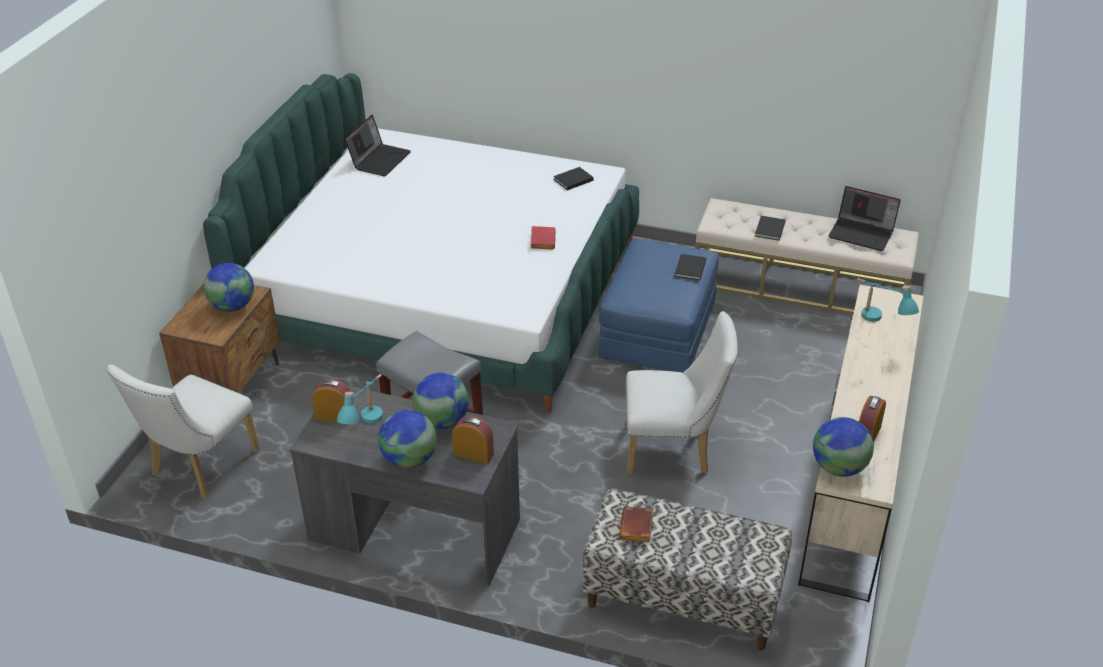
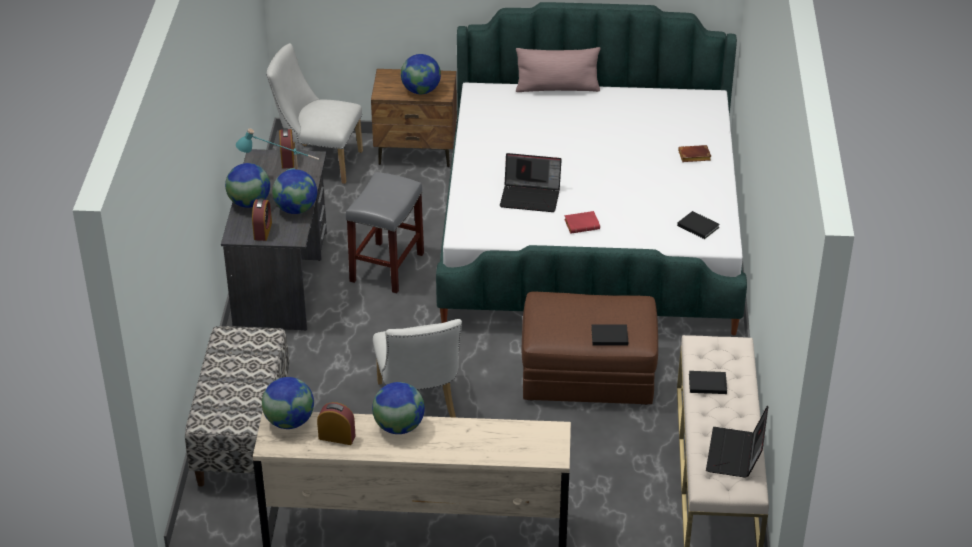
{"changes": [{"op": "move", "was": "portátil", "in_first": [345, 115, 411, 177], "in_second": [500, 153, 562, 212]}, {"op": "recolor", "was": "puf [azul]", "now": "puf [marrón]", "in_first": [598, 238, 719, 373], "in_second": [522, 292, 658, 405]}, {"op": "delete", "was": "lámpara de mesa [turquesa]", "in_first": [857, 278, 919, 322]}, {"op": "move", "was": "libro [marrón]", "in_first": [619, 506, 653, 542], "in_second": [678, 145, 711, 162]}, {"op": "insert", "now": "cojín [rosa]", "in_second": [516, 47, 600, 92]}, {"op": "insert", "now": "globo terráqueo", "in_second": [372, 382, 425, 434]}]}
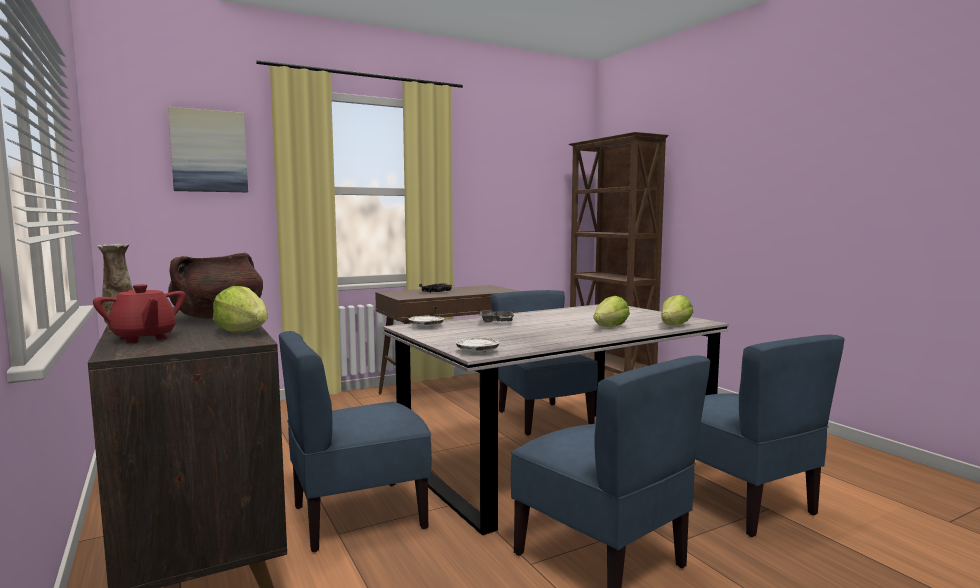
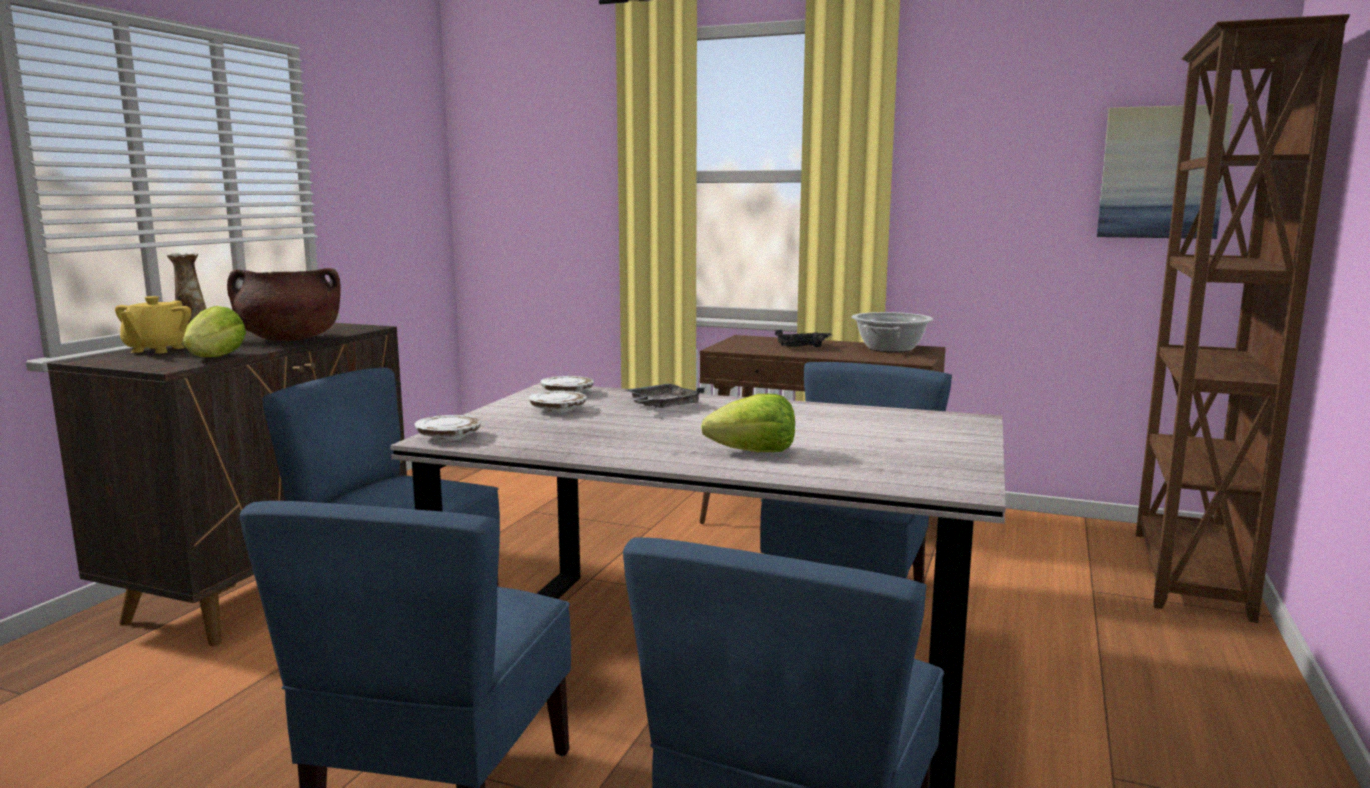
{"changes": [{"op": "move", "was": "cuadro", "in_first": [168, 107, 248, 192], "in_second": [1097, 104, 1233, 239]}, {"op": "recolor", "was": "tetera [rojo]", "now": "tetera [amarillo]", "in_first": [93, 284, 186, 344], "in_second": [115, 296, 191, 353]}, {"op": "delete", "was": "lechuga", "in_first": [661, 295, 693, 326]}, {"op": "insert", "now": "olla", "in_second": [851, 312, 933, 352]}, {"op": "insert", "now": "plato [blanco]", "in_second": [529, 391, 587, 413]}]}
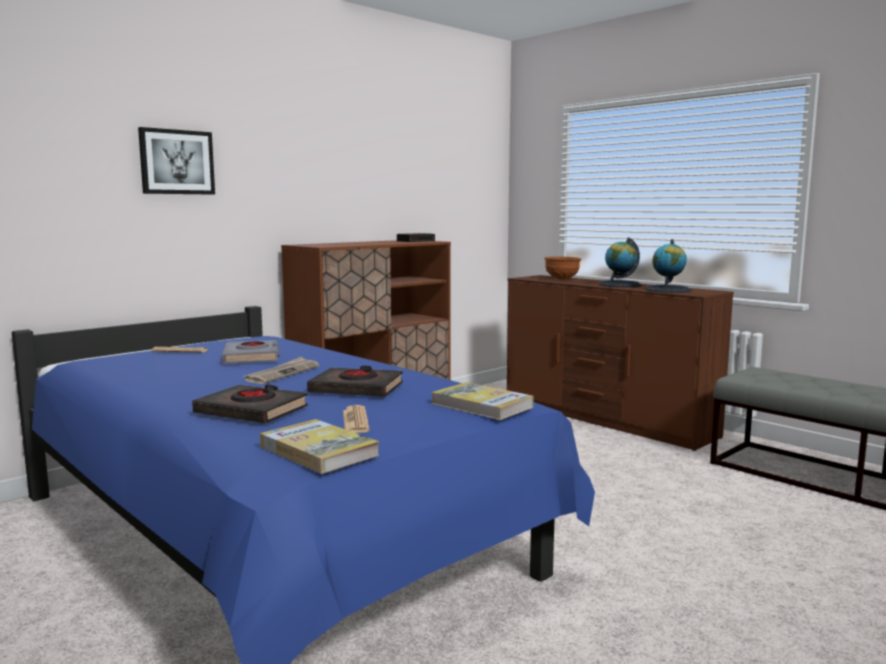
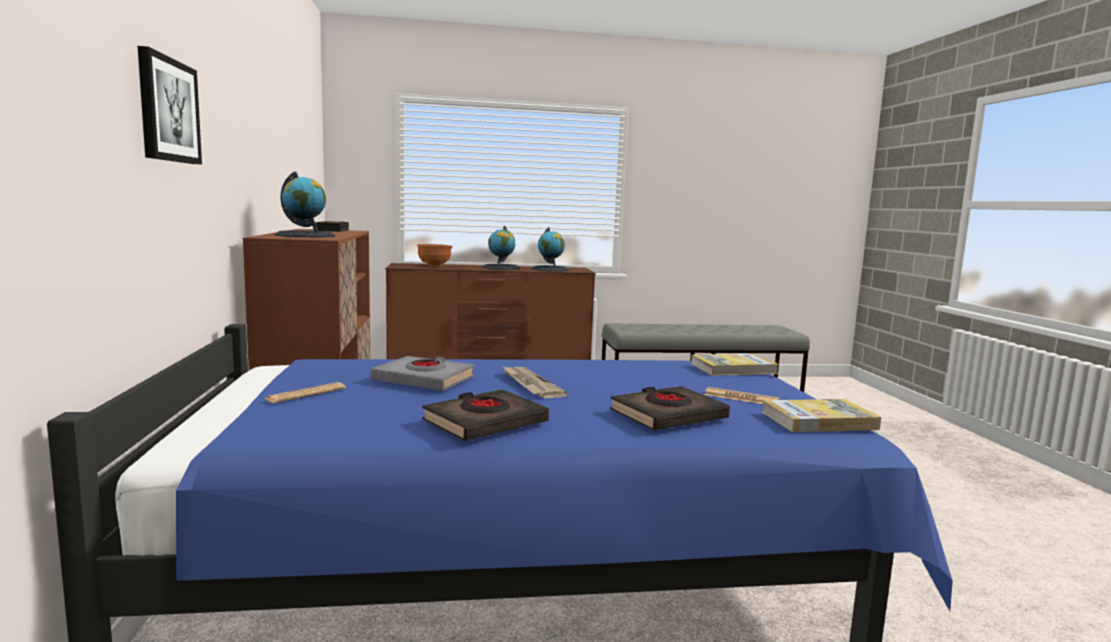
{"changes": [{"op": "move", "was": "libro [negro]", "in_first": [307, 366, 403, 397], "in_second": [422, 389, 549, 441]}, {"op": "insert", "now": "globo terráqueo", "in_second": [274, 171, 335, 238]}]}
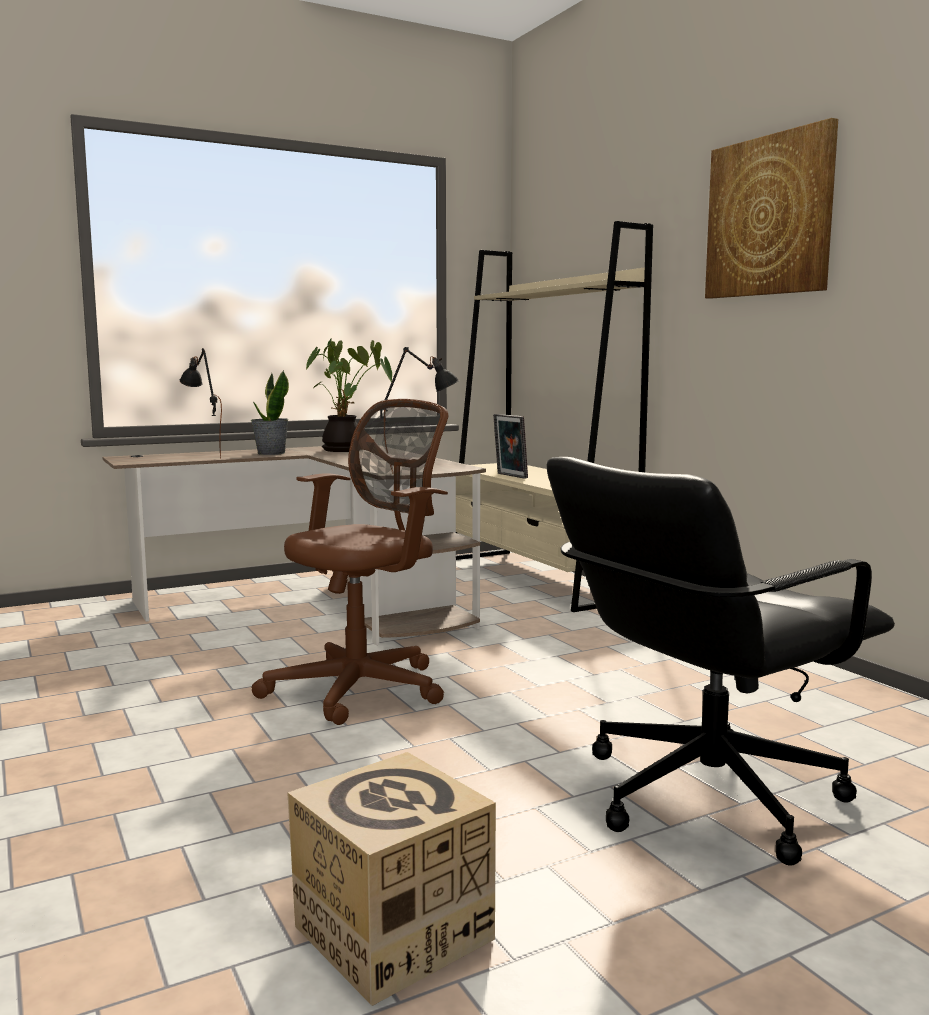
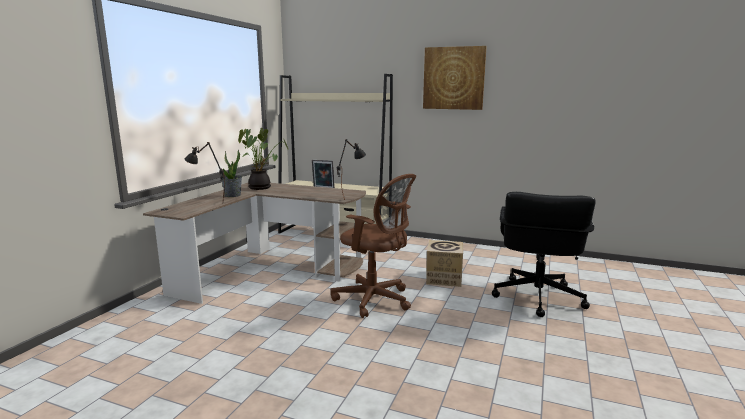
{"changes": [{"op": "rotate", "was": "silla de oficina [marrón]", "in_first": [251, 399, 448, 725], "in_second": [331, 174, 416, 318], "clockwise": 120}, {"op": "move", "was": "caja de cartón", "in_first": [287, 752, 496, 1006], "in_second": [426, 240, 463, 287]}]}
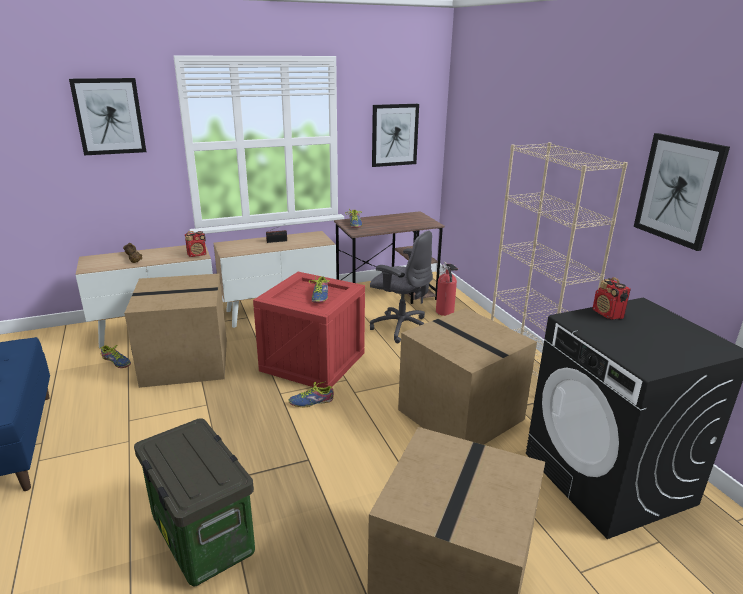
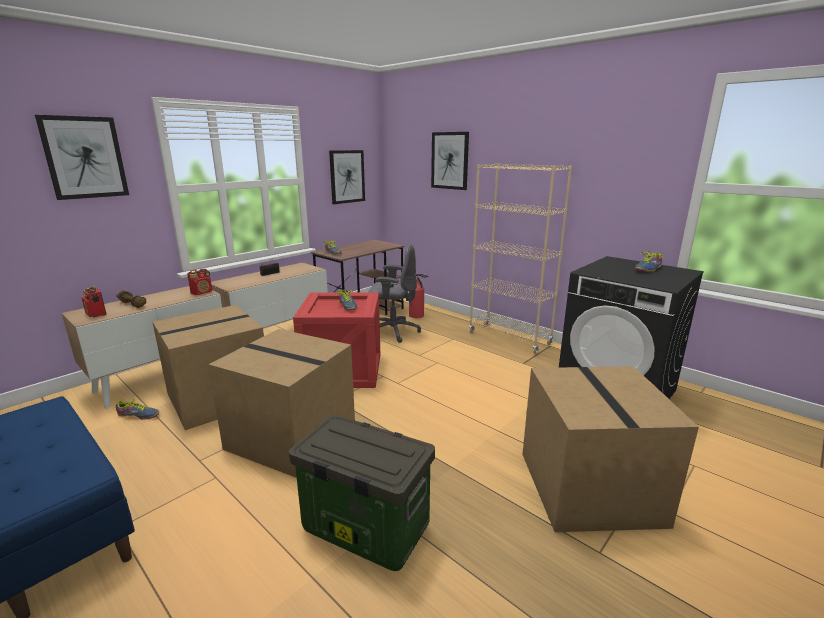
{"changes": [{"op": "move", "was": "cuadro", "in_first": [634, 133, 730, 251], "in_second": [431, 132, 469, 190]}, {"op": "move", "was": "radio", "in_first": [593, 277, 631, 320], "in_second": [82, 286, 107, 317]}, {"op": "move", "was": "caja de cartón", "in_first": [398, 308, 537, 445], "in_second": [208, 329, 355, 478]}, {"op": "move", "was": "zapato", "in_first": [288, 381, 334, 407], "in_second": [635, 250, 664, 272]}]}
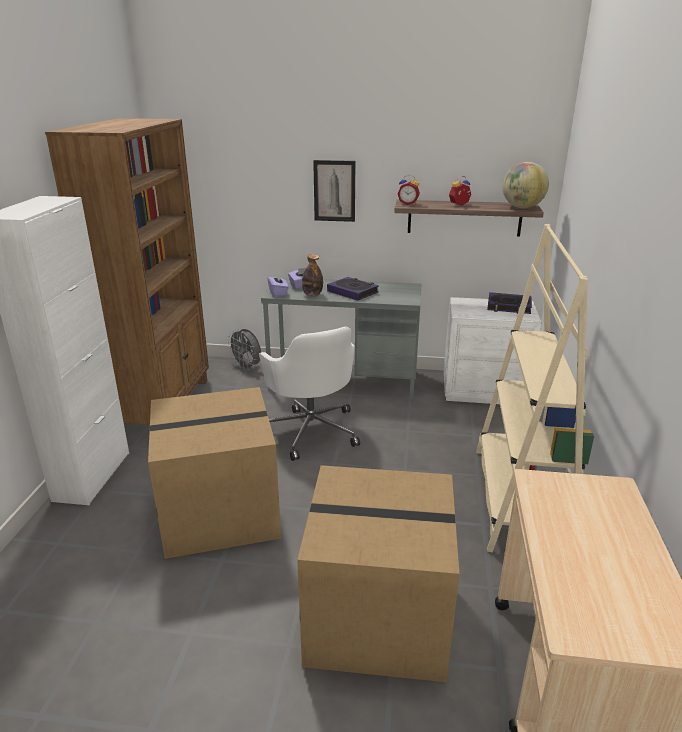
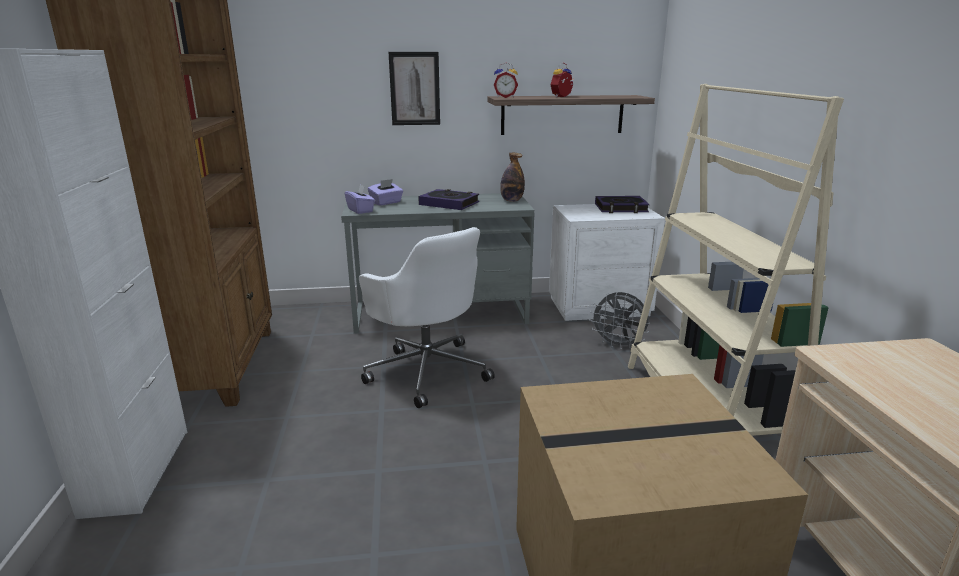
{"changes": [{"op": "delete", "was": "globo terráqueo", "in_first": [502, 162, 549, 208]}, {"op": "move", "was": "botella", "in_first": [302, 254, 323, 296], "in_second": [500, 153, 525, 202]}, {"op": "move", "was": "ventilador [gris]", "in_first": [228, 329, 261, 368], "in_second": [589, 292, 650, 350]}, {"op": "delete", "was": "caja de cartón", "in_first": [148, 387, 281, 559]}]}
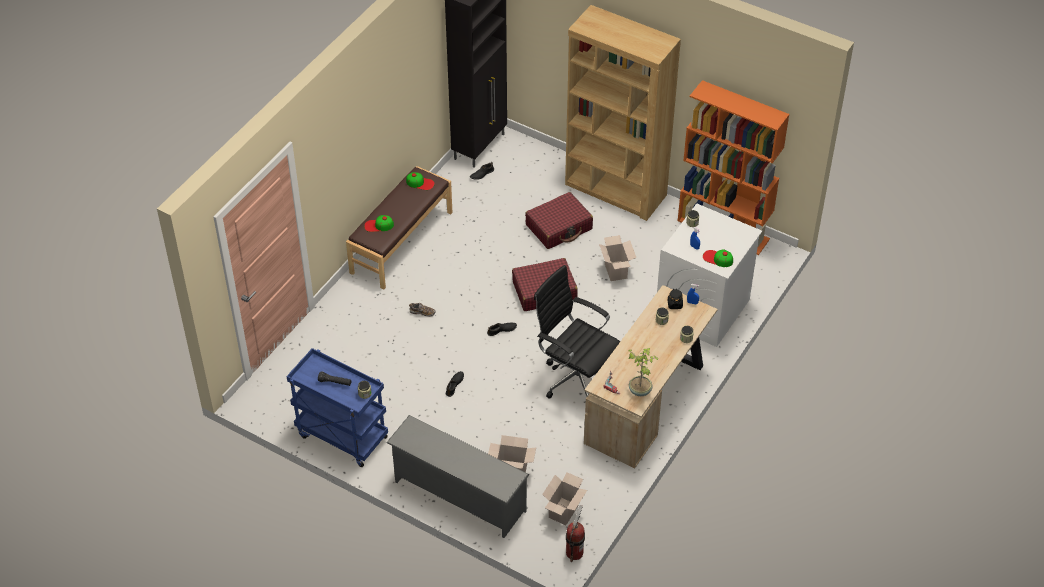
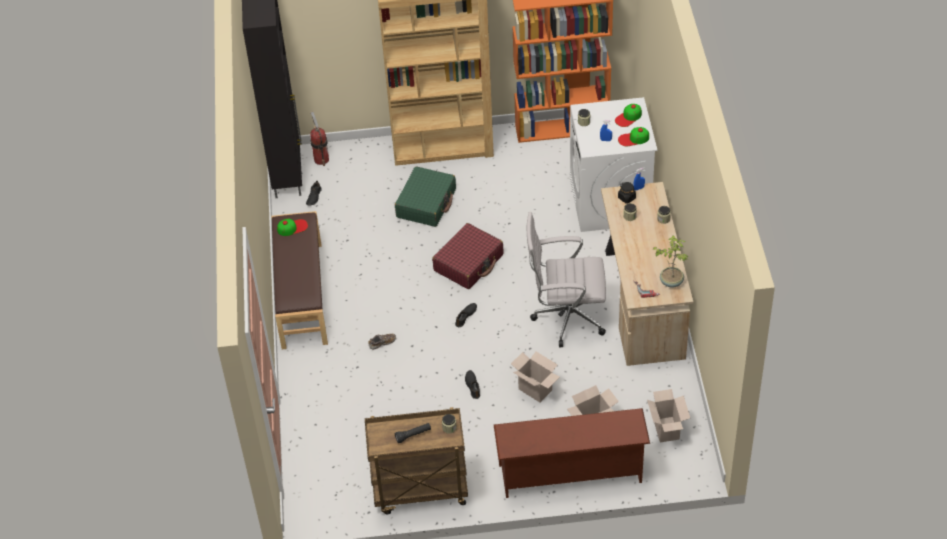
{"changes": [{"op": "recolor", "was": "maleta [rojo]", "now": "maleta [verde]", "in_first": [525, 192, 593, 249], "in_second": [395, 166, 456, 227]}, {"op": "move", "was": "gorra", "in_first": [364, 215, 394, 232], "in_second": [615, 104, 642, 127]}, {"op": "move", "was": "caja de cartón", "in_first": [599, 235, 636, 281], "in_second": [511, 352, 560, 402]}, {"op": "recolor", "was": "silla de oficina [negro]", "now": "silla de oficina [blanco]", "in_first": [534, 265, 620, 399], "in_second": [527, 212, 606, 347]}, {"op": "recolor", "was": "carrito [azul]", "now": "carrito [marrón]", "in_first": [286, 348, 388, 467], "in_second": [365, 407, 468, 514]}, {"op": "recolor", "was": "zapatero [gris]", "now": "zapatero [marrón]", "in_first": [386, 415, 529, 538], "in_second": [494, 408, 650, 498]}, {"op": "move", "was": "extintor", "in_first": [566, 505, 585, 562], "in_second": [310, 112, 329, 166]}]}
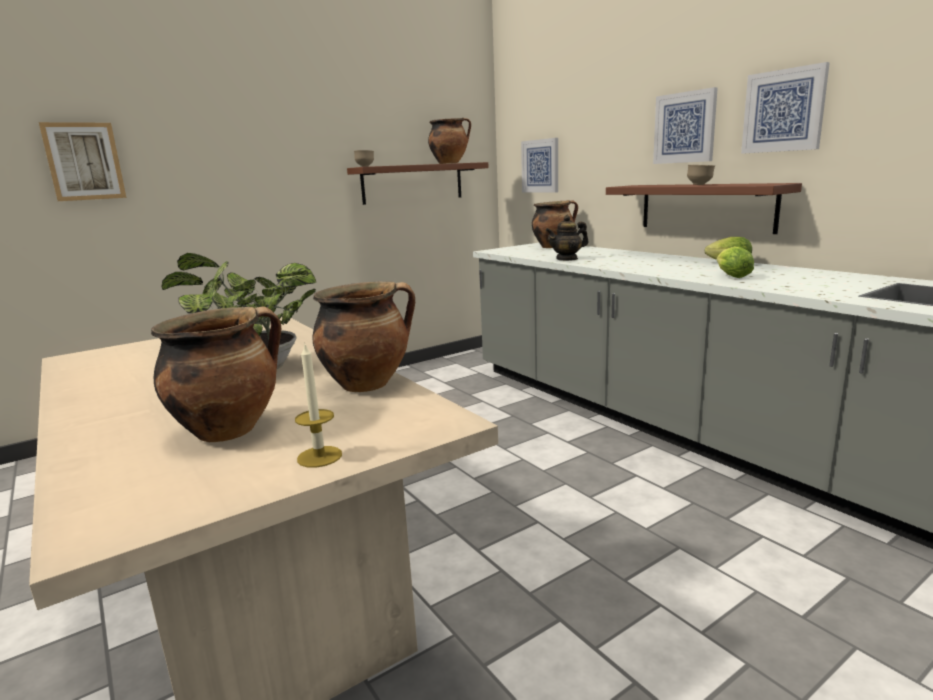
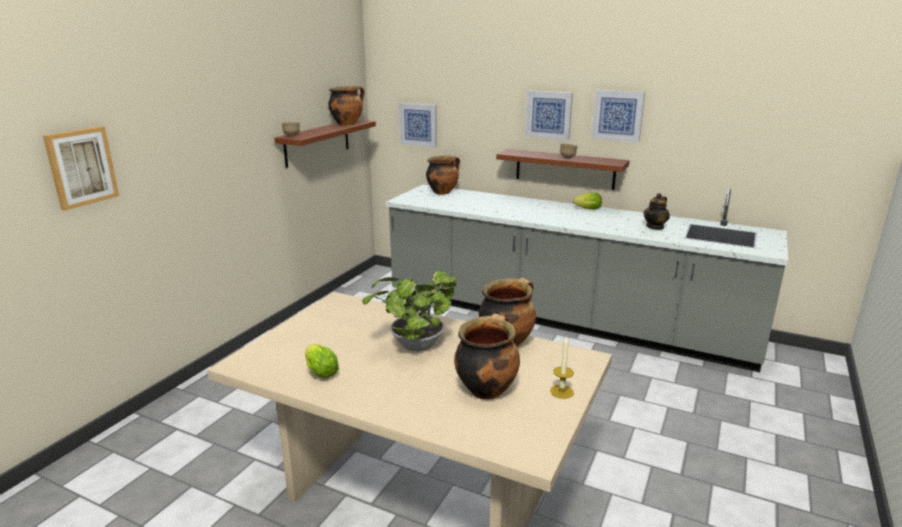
{"changes": [{"op": "move", "was": "tetera", "in_first": [545, 215, 588, 261], "in_second": [643, 193, 670, 230]}, {"op": "move", "was": "lechuga", "in_first": [717, 246, 754, 278], "in_second": [305, 344, 339, 378]}]}
